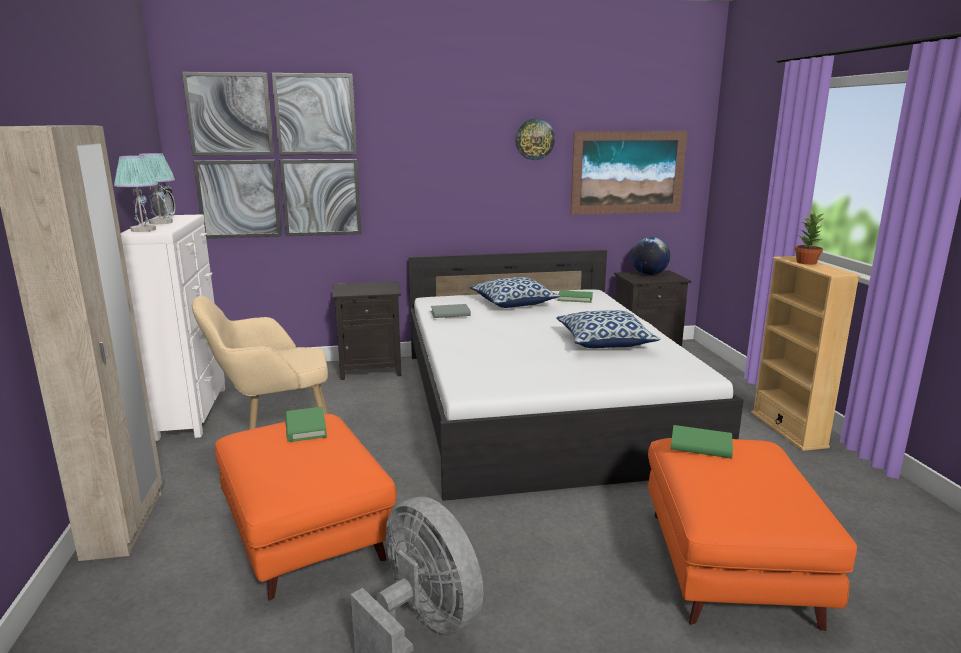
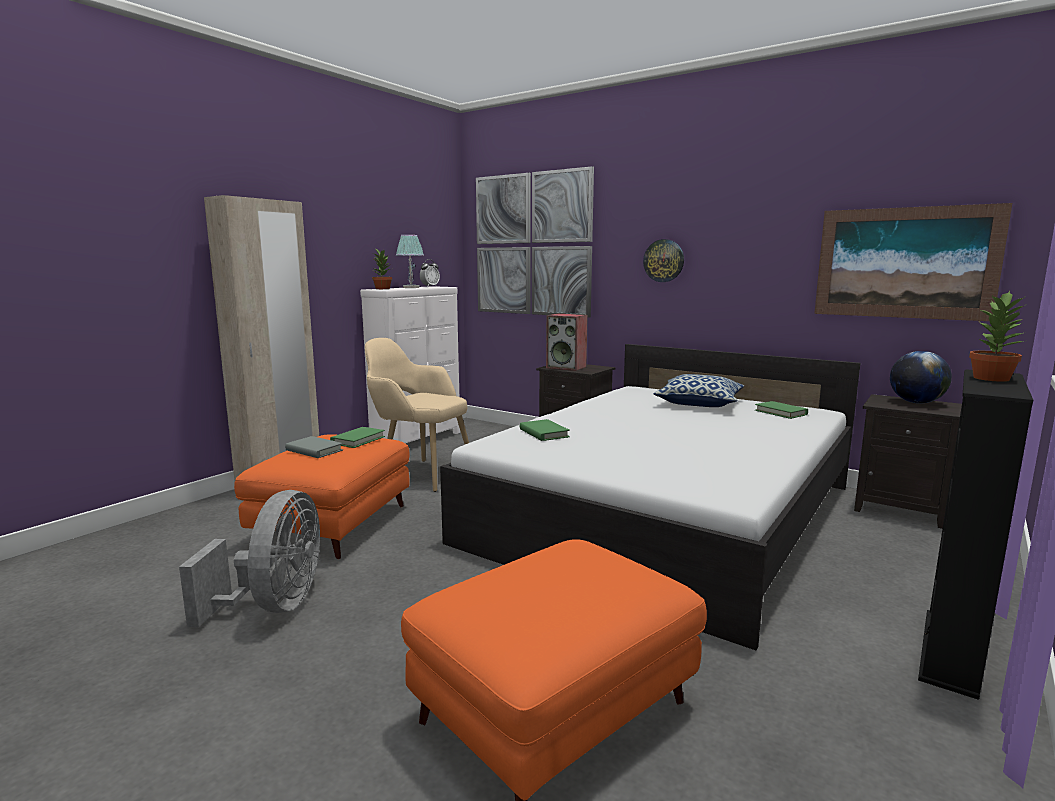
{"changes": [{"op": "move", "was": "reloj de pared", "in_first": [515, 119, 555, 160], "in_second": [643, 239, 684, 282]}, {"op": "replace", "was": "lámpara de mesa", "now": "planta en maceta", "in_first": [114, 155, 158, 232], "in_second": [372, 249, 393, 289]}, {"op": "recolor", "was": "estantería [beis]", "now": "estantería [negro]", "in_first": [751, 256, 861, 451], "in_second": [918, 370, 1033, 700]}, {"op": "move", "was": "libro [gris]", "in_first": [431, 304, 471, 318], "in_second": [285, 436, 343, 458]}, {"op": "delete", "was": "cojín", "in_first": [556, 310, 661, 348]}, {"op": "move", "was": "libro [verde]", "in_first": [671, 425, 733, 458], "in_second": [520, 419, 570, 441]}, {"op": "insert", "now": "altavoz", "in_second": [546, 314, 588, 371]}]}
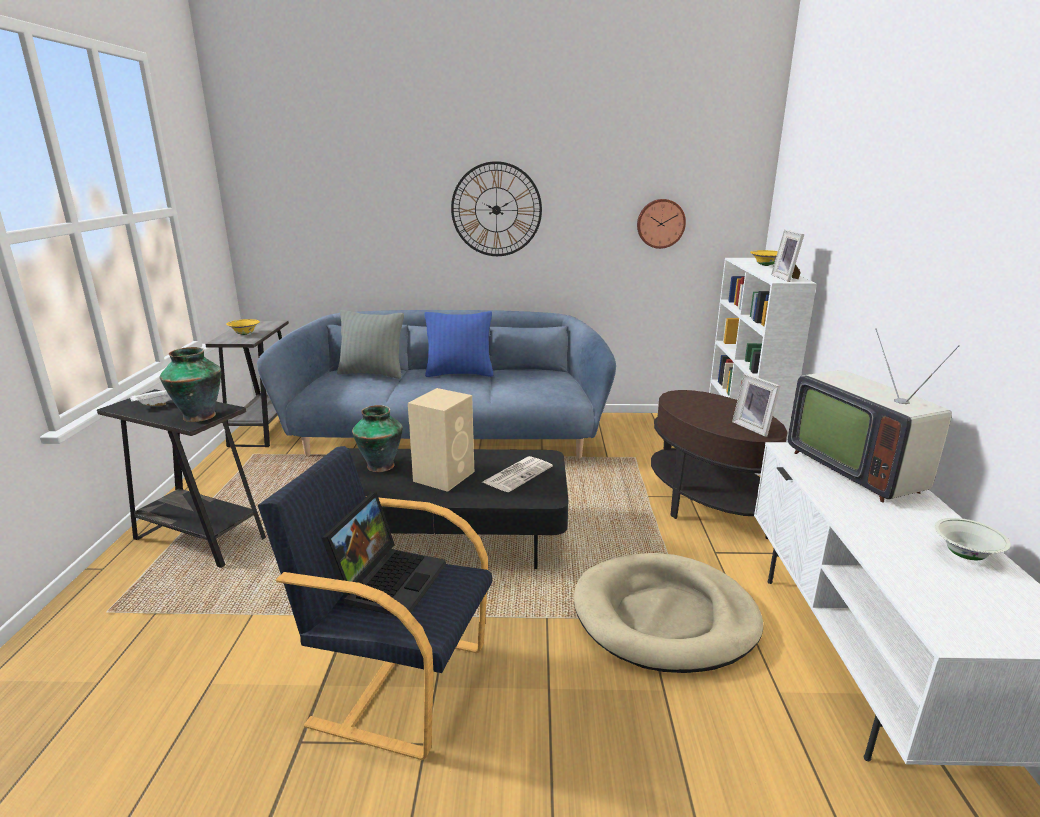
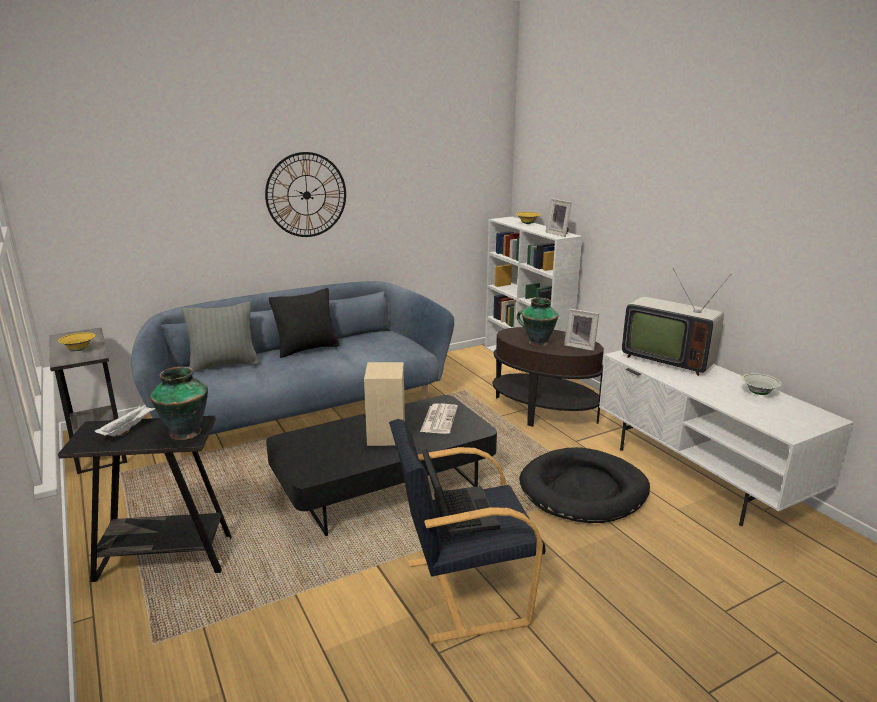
{"changes": [{"op": "delete", "was": "reloj de pared", "in_first": [637, 199, 686, 249]}, {"op": "recolor", "was": "cojín [azul]", "now": "cojín [negro]", "in_first": [425, 311, 494, 377], "in_second": [269, 288, 340, 358]}, {"op": "move", "was": "florero", "in_first": [352, 405, 403, 472], "in_second": [517, 298, 558, 346]}, {"op": "recolor", "was": "cama para perro [beis]", "now": "cama para perro [negro]", "in_first": [573, 553, 763, 673], "in_second": [520, 447, 650, 523]}]}
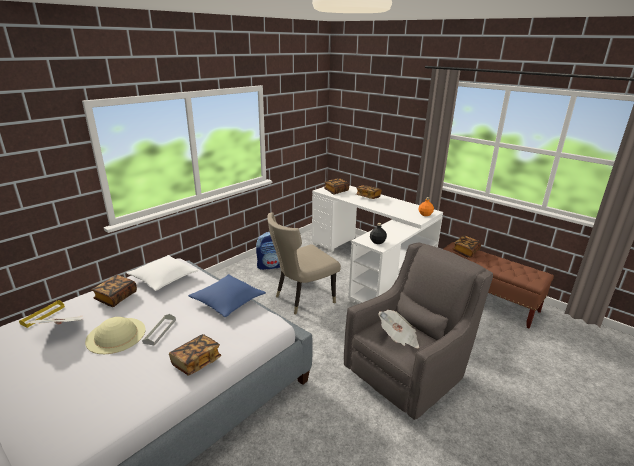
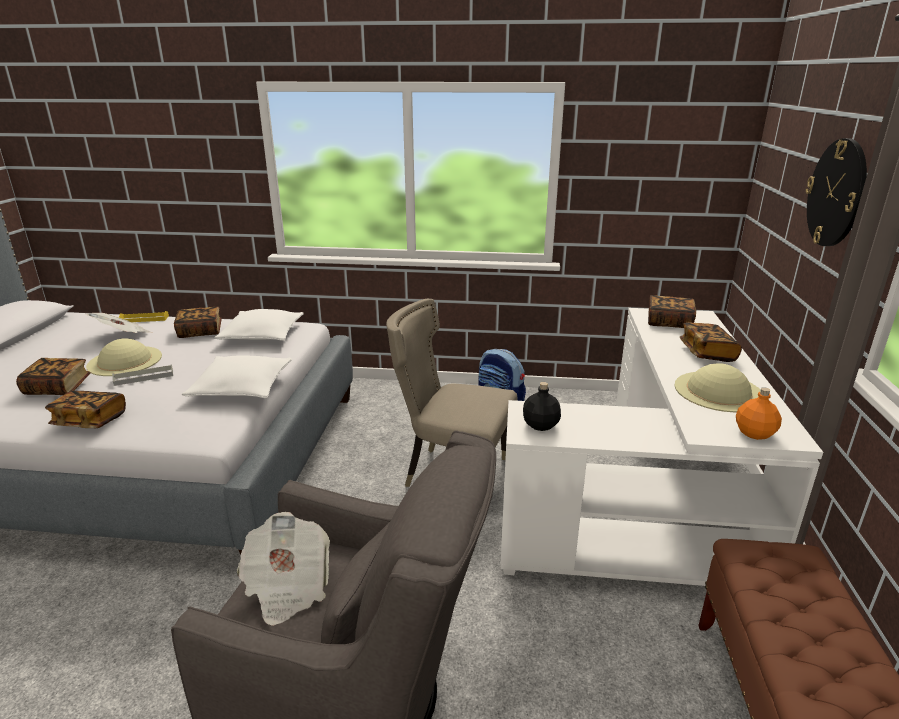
{"changes": [{"op": "move", "was": "libro", "in_first": [452, 235, 481, 258], "in_second": [16, 358, 91, 395]}, {"op": "recolor", "was": "cojín [azul]", "now": "cojín [blanco]", "in_first": [188, 274, 266, 317], "in_second": [182, 355, 292, 399]}, {"op": "insert", "now": "reloj de pared", "in_second": [806, 138, 867, 246]}, {"op": "insert", "now": "sombrero [beis]", "in_second": [675, 363, 761, 412]}]}
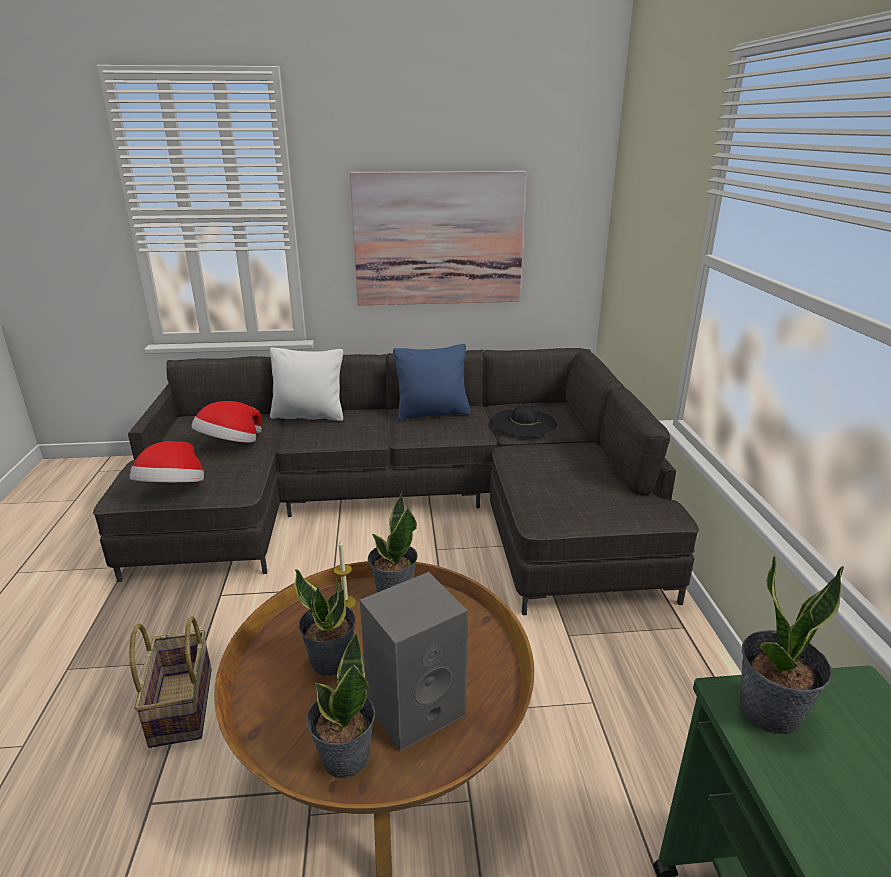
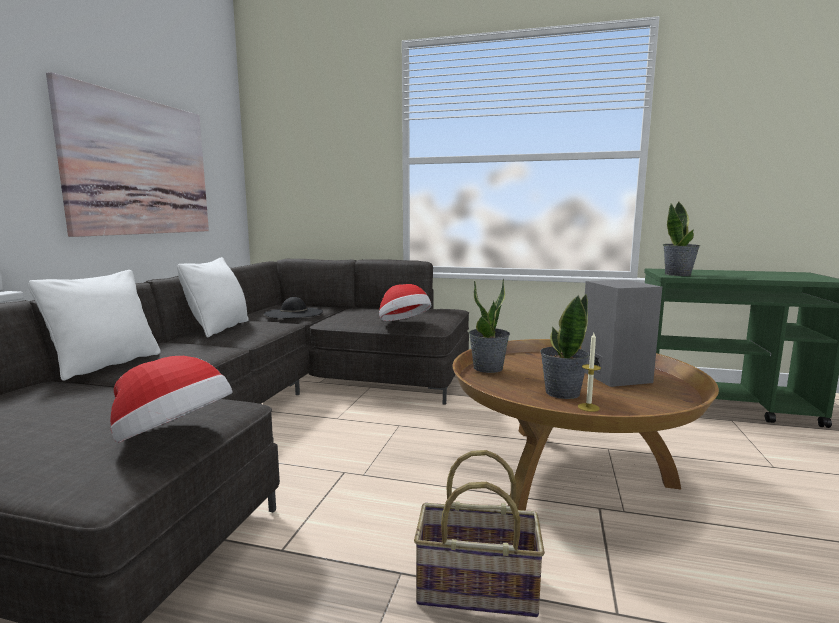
{"changes": [{"op": "recolor", "was": "cojín [azul]", "now": "cojín [blanco]", "in_first": [393, 344, 470, 420], "in_second": [177, 257, 249, 337]}, {"op": "move", "was": "sombrero", "in_first": [192, 401, 262, 443], "in_second": [379, 284, 432, 321]}, {"op": "move", "was": "vela", "in_first": [334, 540, 356, 608], "in_second": [578, 333, 601, 412]}, {"op": "delete", "was": "planta en maceta", "in_first": [306, 633, 375, 778]}]}
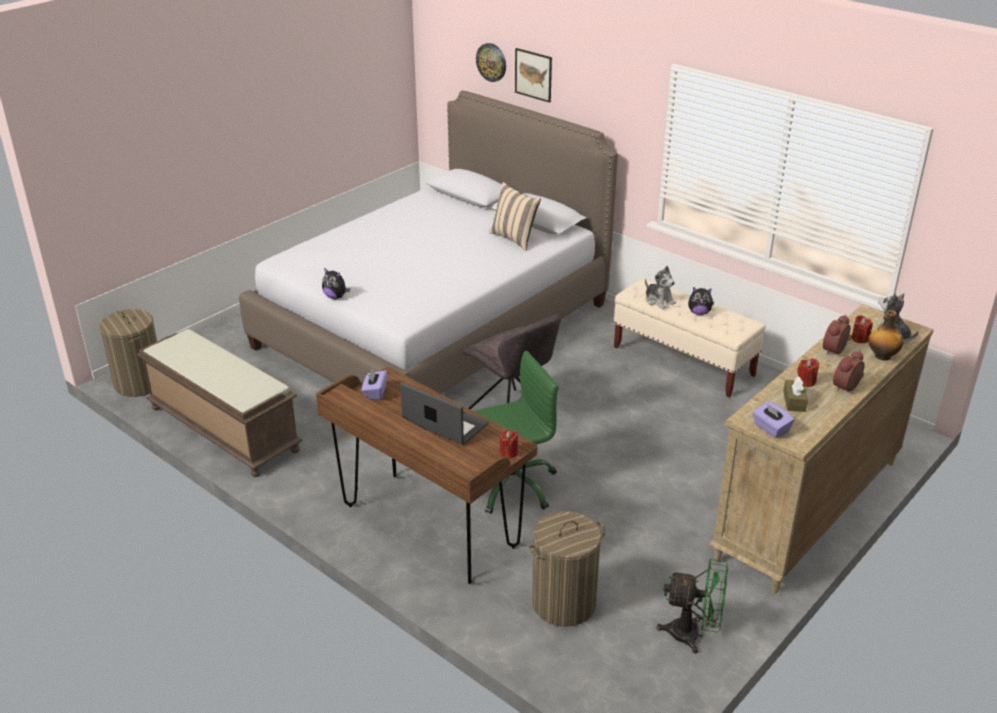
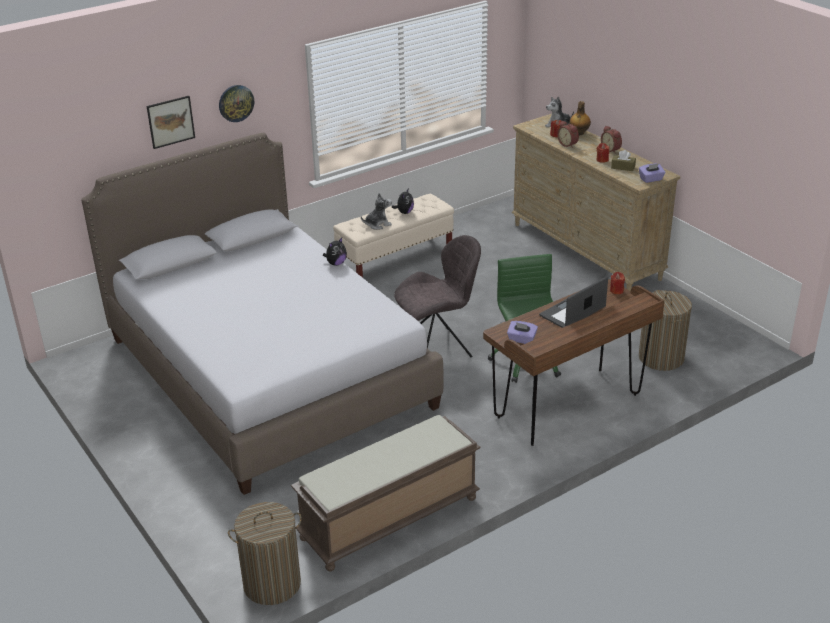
{"changes": [{"op": "move", "was": "reloj de pared", "in_first": [476, 43, 506, 82], "in_second": [219, 85, 254, 122]}, {"op": "delete", "was": "cojín [beis]", "in_first": [489, 182, 541, 251]}, {"op": "move", "was": "peluche", "in_first": [322, 268, 350, 299], "in_second": [323, 238, 347, 266]}, {"op": "delete", "was": "ventilador [verde]", "in_first": [656, 559, 728, 654]}]}
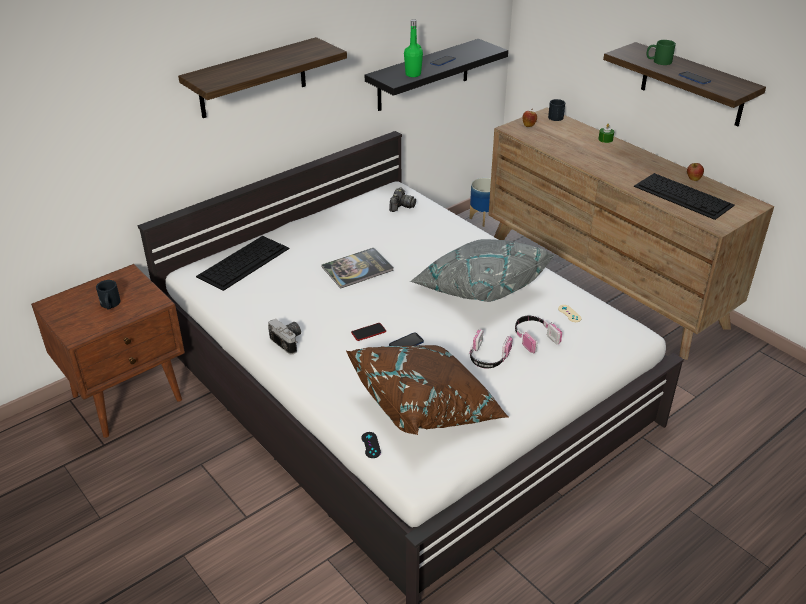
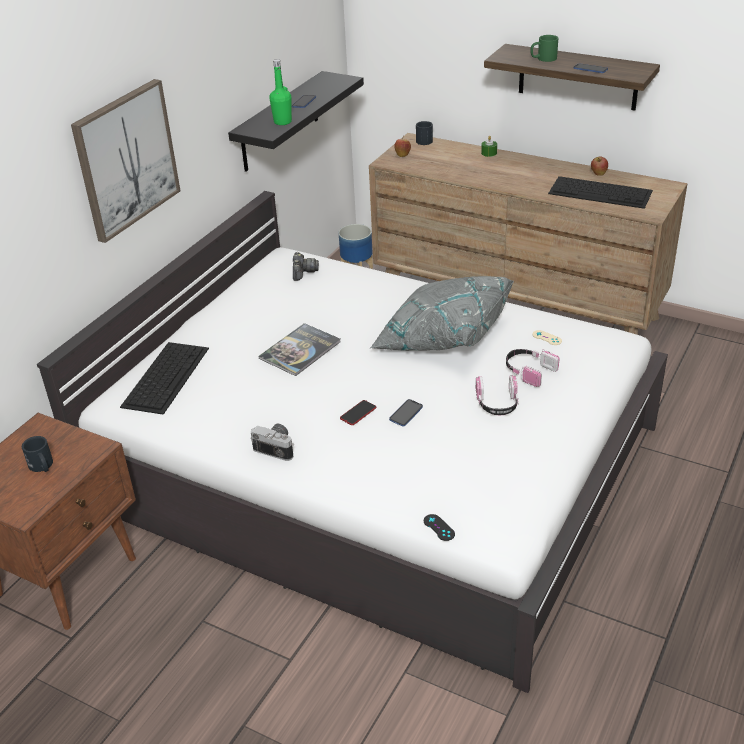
{"changes": [{"op": "replace", "was": "estante", "now": "cuadro", "in_first": [178, 37, 347, 118], "in_second": [71, 79, 180, 243]}, {"op": "delete", "was": "cojín [marrón]", "in_first": [346, 345, 509, 435]}]}
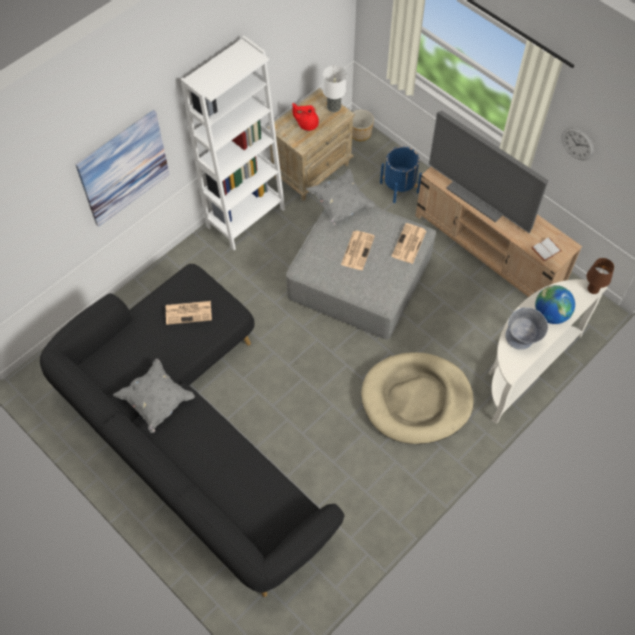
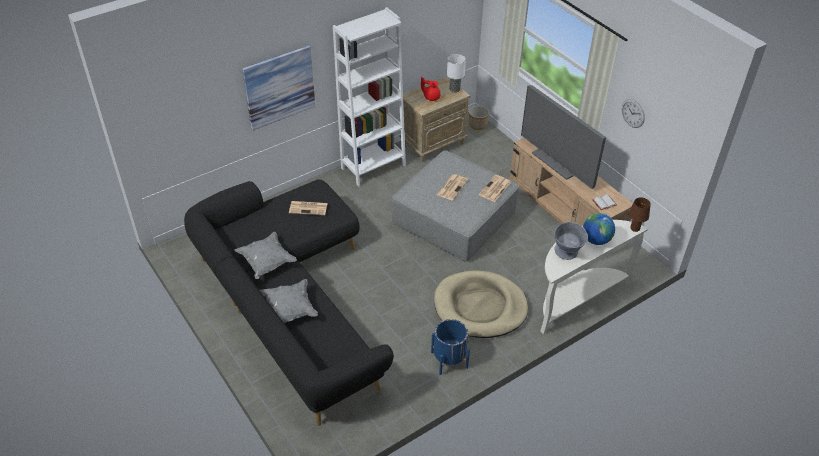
{"changes": [{"op": "move", "was": "maceta [azul]", "in_first": [380, 146, 422, 203], "in_second": [431, 319, 470, 375]}, {"op": "move", "was": "cojín [gris]", "in_first": [306, 169, 375, 225], "in_second": [260, 279, 318, 323]}]}
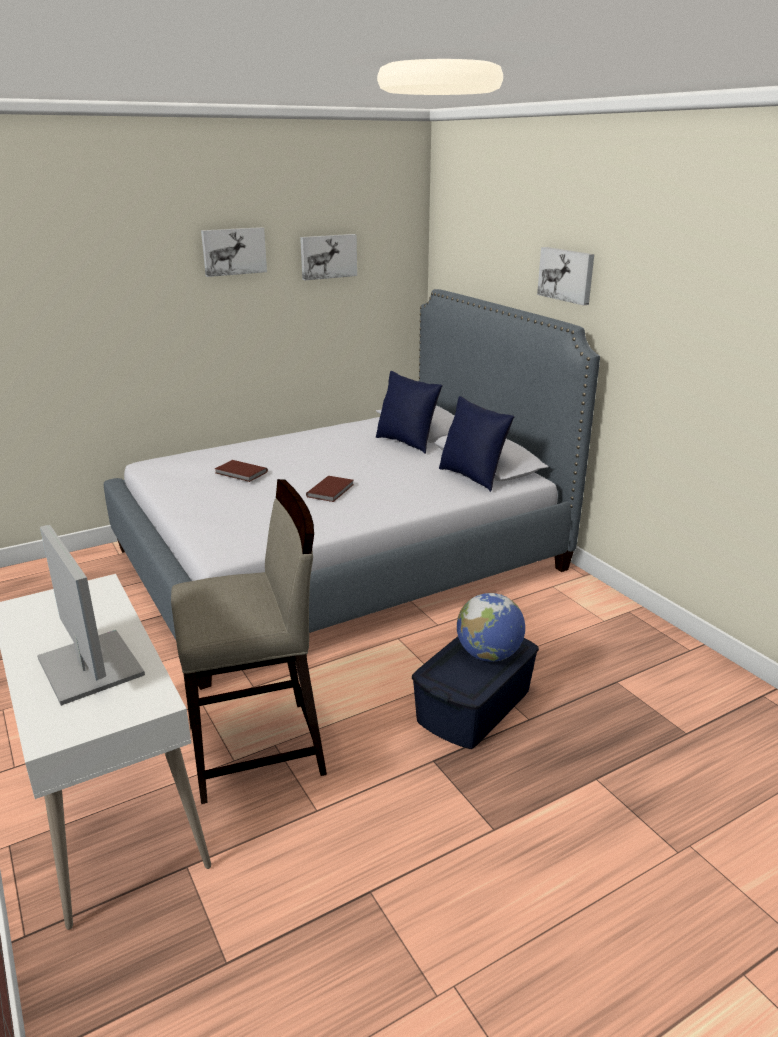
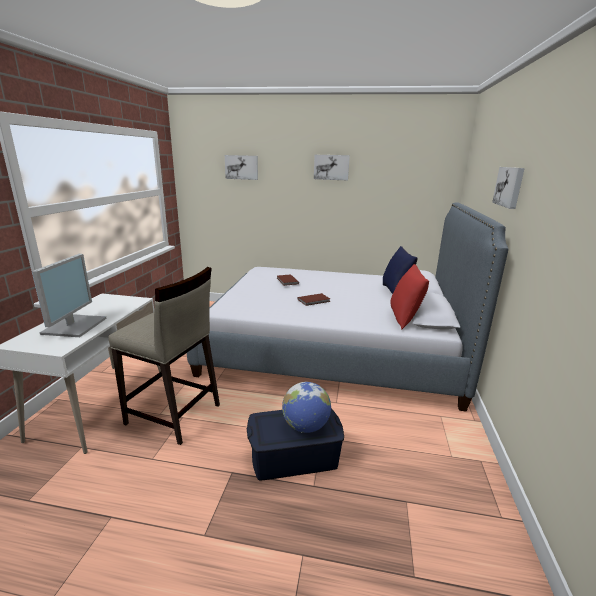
{"changes": [{"op": "move", "was": "cuadro", "in_first": [300, 234, 357, 280], "in_second": [225, 155, 258, 180]}, {"op": "recolor", "was": "cojín [azul]", "now": "cojín [rojo]", "in_first": [439, 396, 515, 492], "in_second": [390, 264, 429, 330]}]}
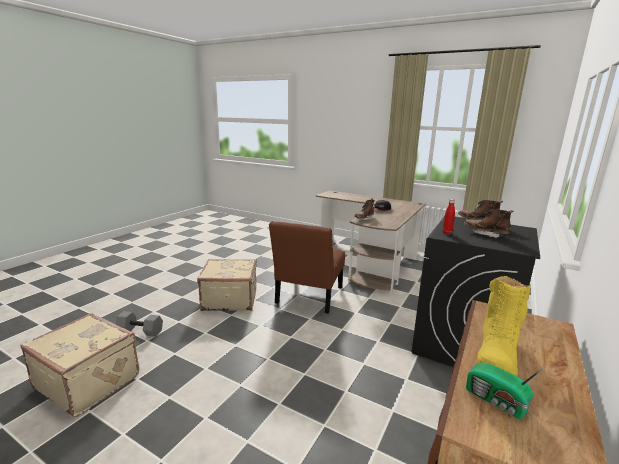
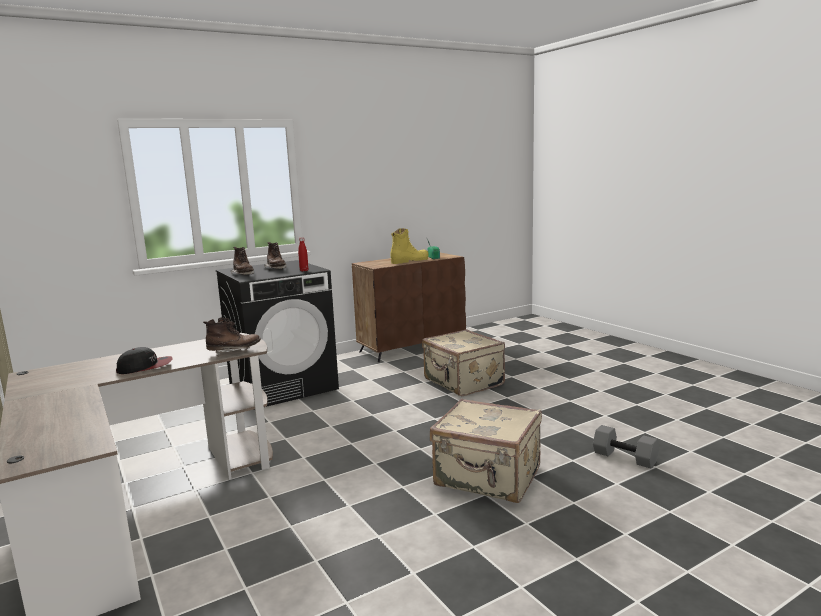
{"changes": [{"op": "delete", "was": "silla [marrón]", "in_first": [269, 221, 345, 313]}, {"op": "move", "was": "maleta [beis]", "in_first": [21, 313, 139, 417], "in_second": [422, 329, 505, 396]}]}
